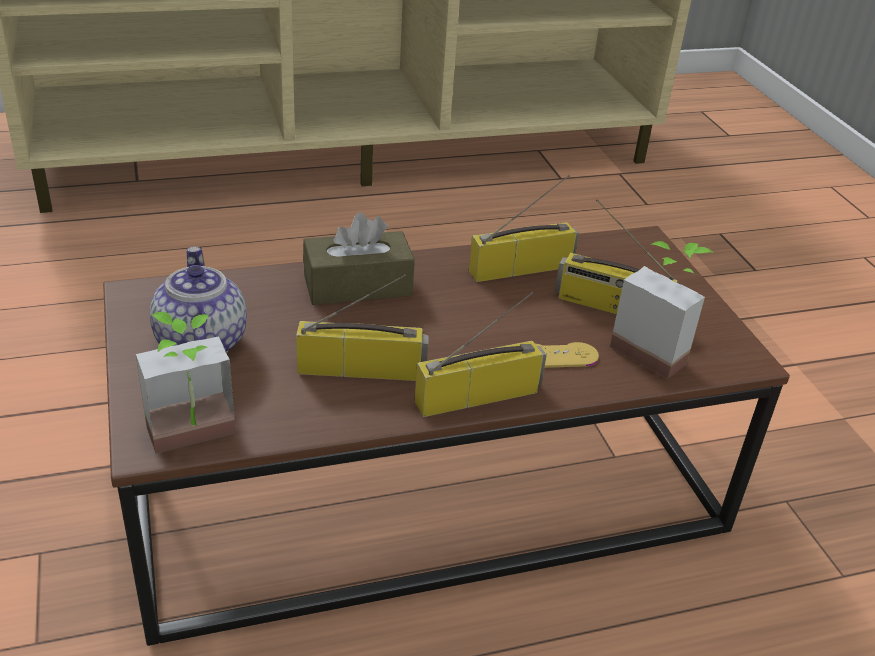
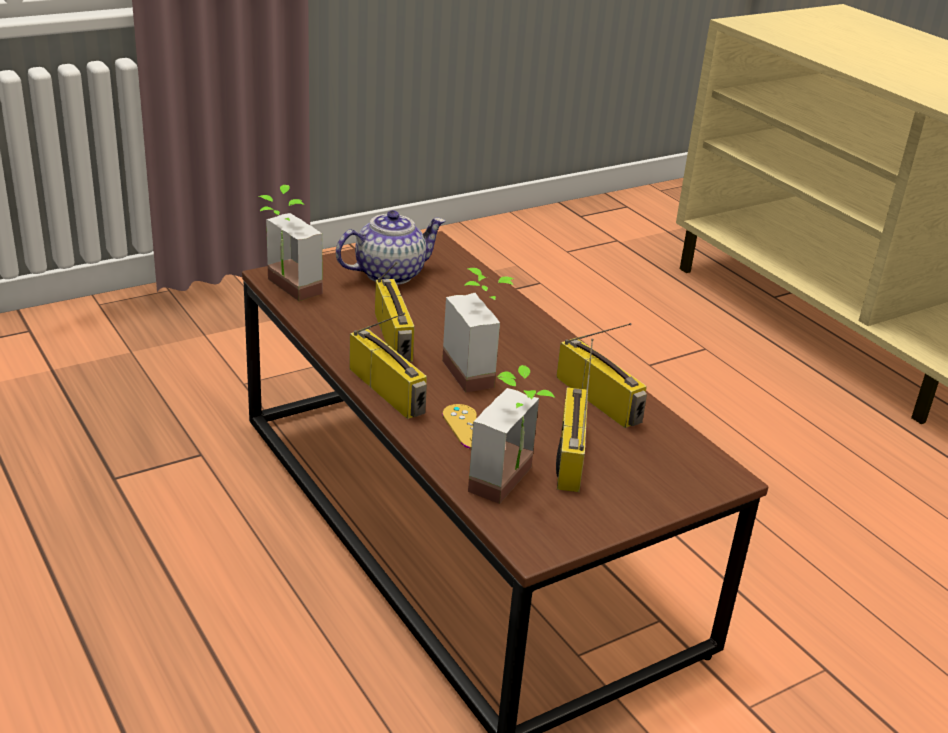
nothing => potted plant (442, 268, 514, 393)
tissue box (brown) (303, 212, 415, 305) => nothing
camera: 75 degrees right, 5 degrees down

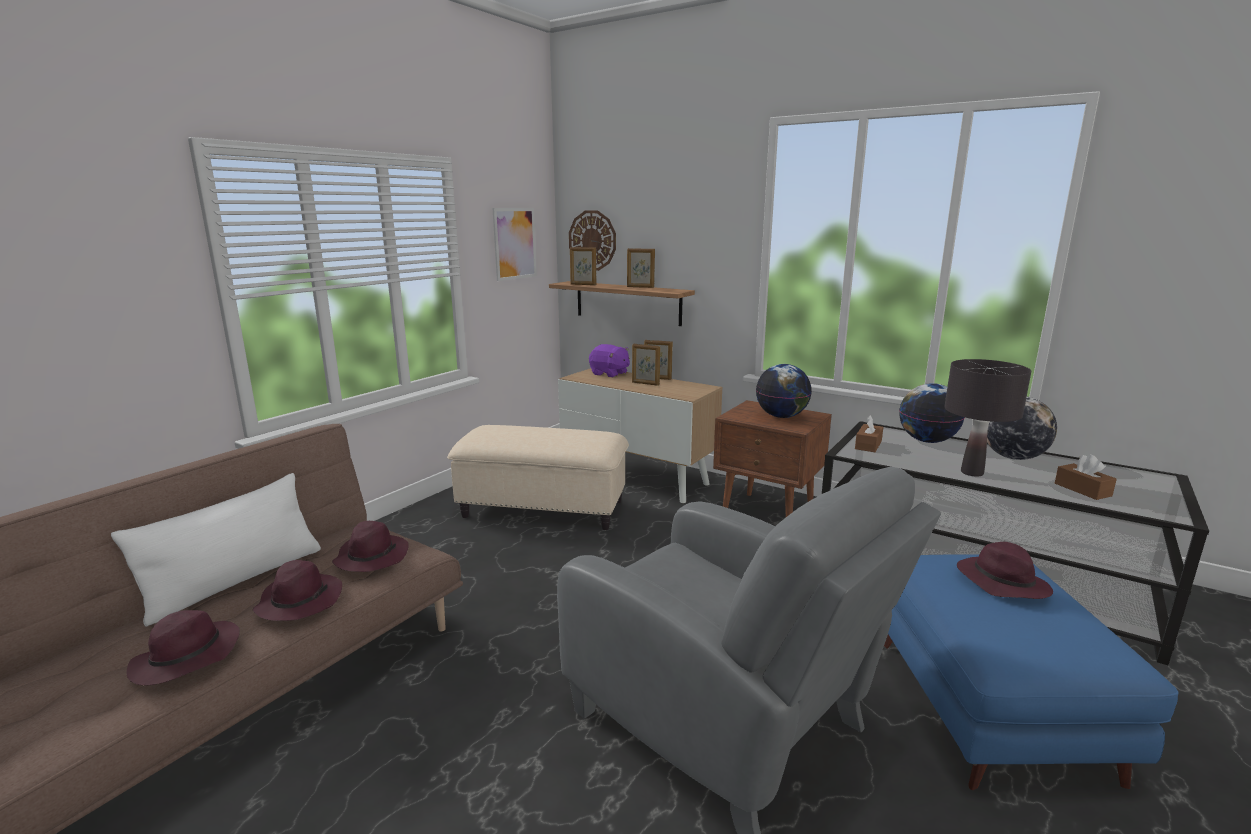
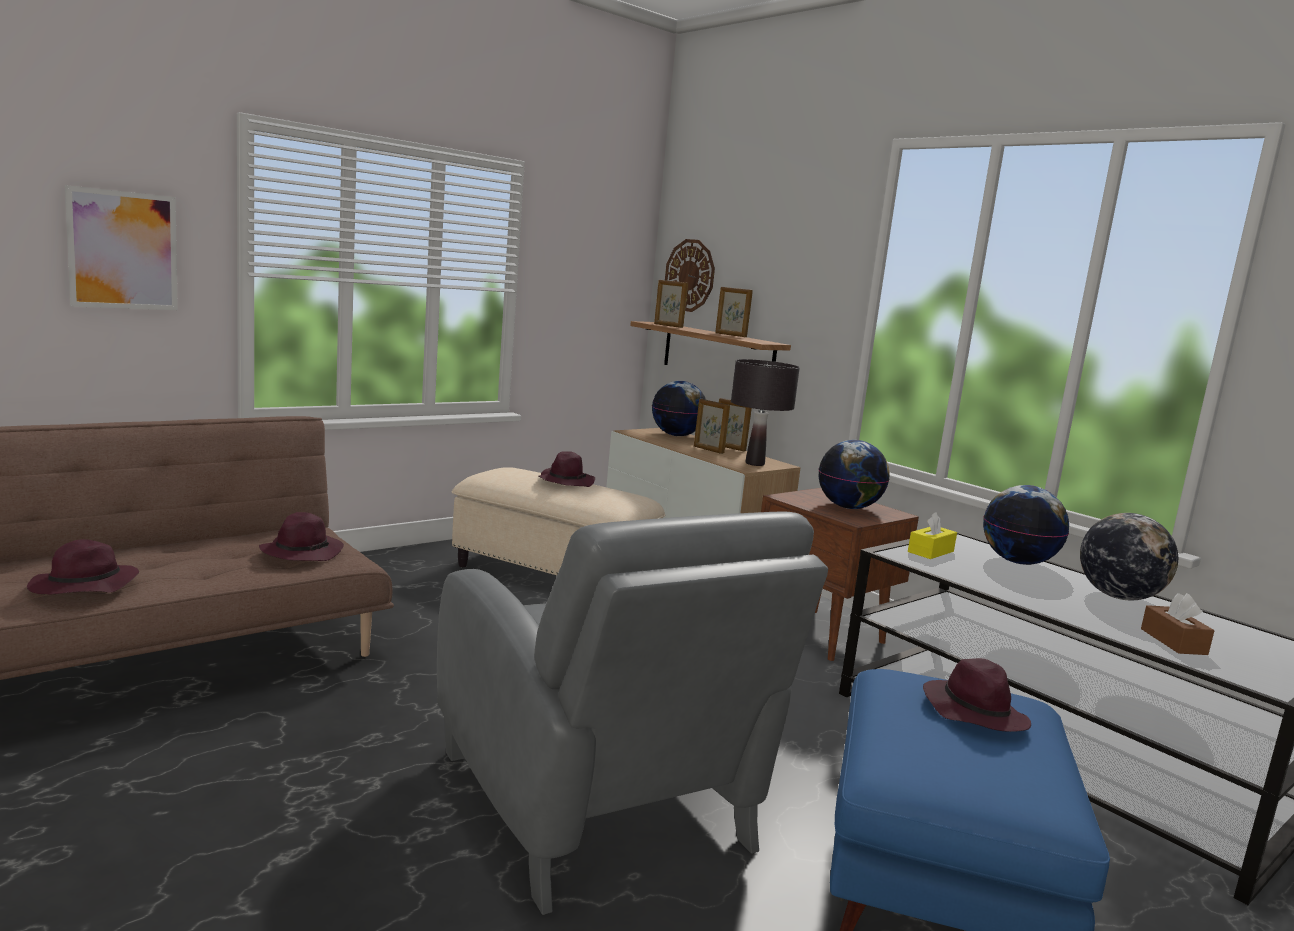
picture (493, 208, 537, 281) => picture (65, 185, 178, 310), relocated
hat (purple) (253, 560, 342, 621) => hat (purple) (538, 451, 595, 487), relocated
plush toy (purple) (589, 344, 630, 378) => globe (652, 381, 706, 436)
table lamp (black) (944, 359, 1031, 477) => table lamp (black) (731, 359, 800, 466), relocated
tissue box (brown) (855, 415, 883, 452) => tissue box (yellow) (908, 512, 957, 559)
pillow (white) (111, 473, 321, 627) => nothing
camera: 15 degrees right, 5 degrees down

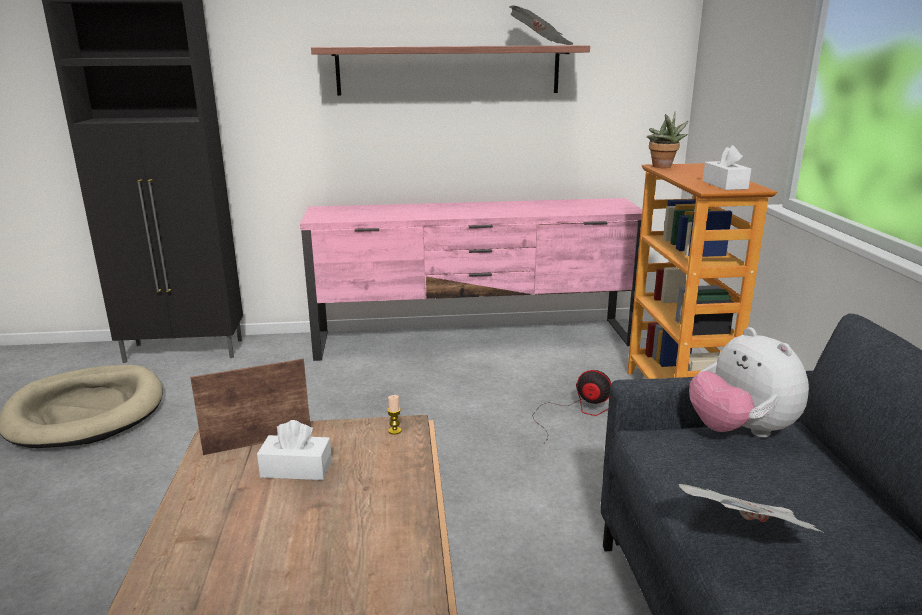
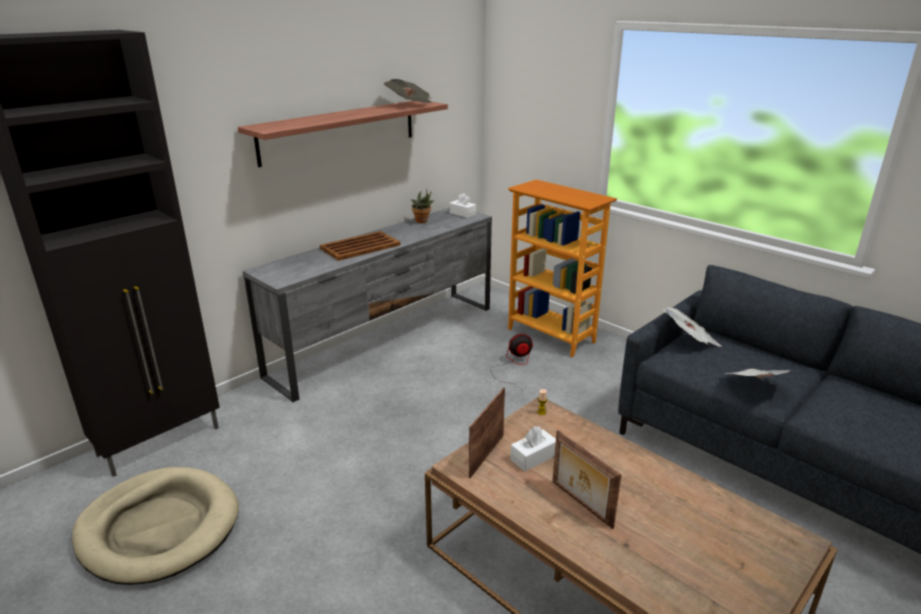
tv stand (pink) (300, 198, 642, 361) => tv stand (grey) (243, 208, 492, 402)
nothing => tray (brown) (320, 231, 401, 261)
potted plant (647, 112, 688, 168) => potted plant (411, 189, 434, 223), relocated
tissue box (white) (703, 145, 751, 190) => tissue box (white) (449, 193, 476, 218), relocated
nothing => picture frame (553, 430, 622, 529)
plush toy (689, 327, 809, 438) => newspaper (663, 307, 722, 347)
camera: 40 degrees left, 5 degrees up

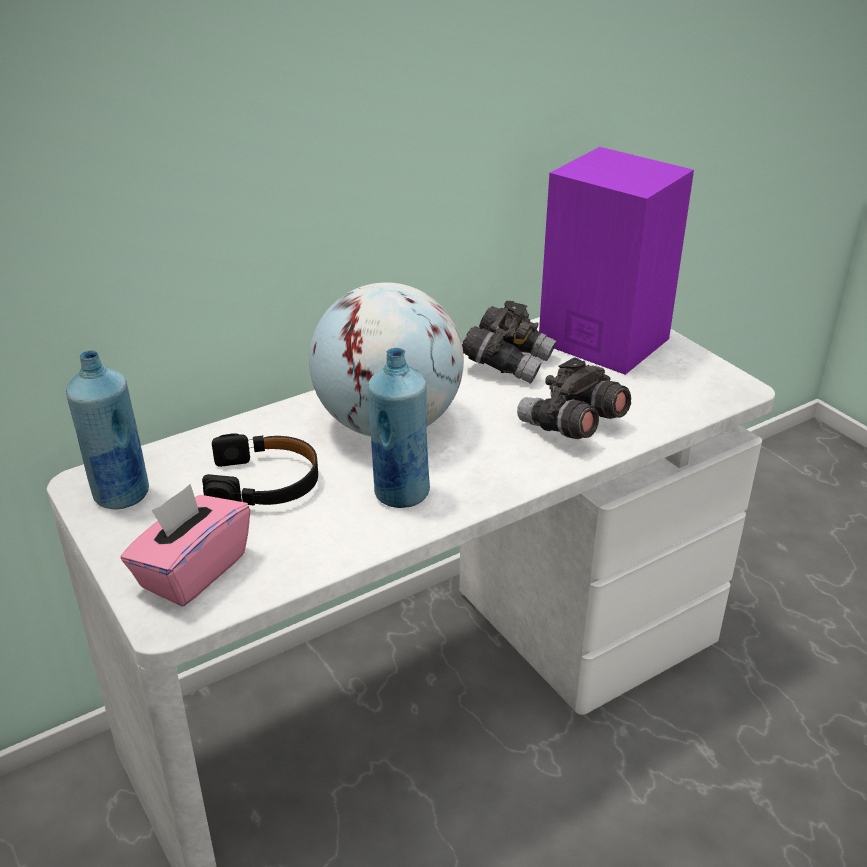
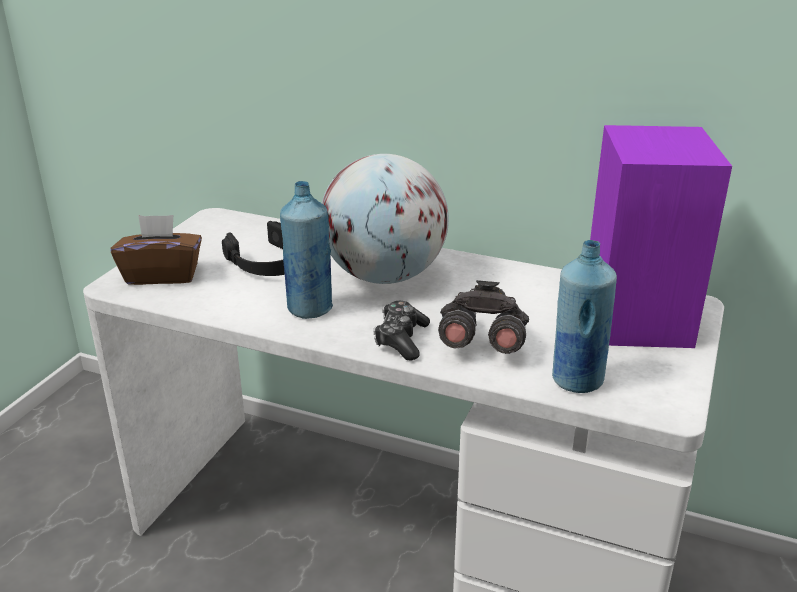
tissue box (pink) (121, 484, 251, 607) => tissue box (brown) (111, 215, 202, 285)
nothing => game controller (373, 301, 430, 361)
bottle (blue) (66, 350, 149, 510) => bottle (blue) (552, 240, 617, 393), relocated
binoculars (grey) (462, 301, 557, 384) => nothing
camera: 55 degrees right, 5 degrees down

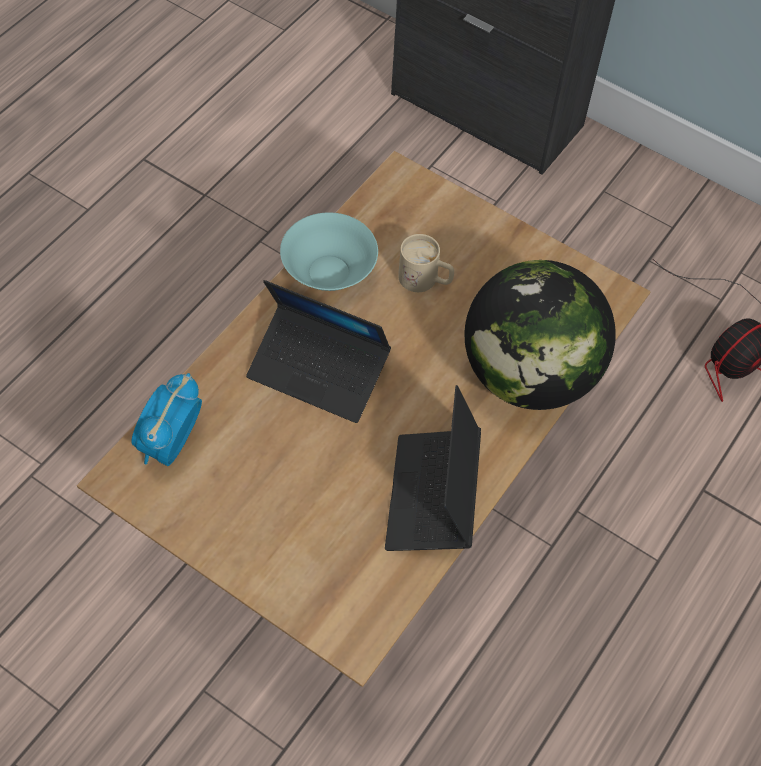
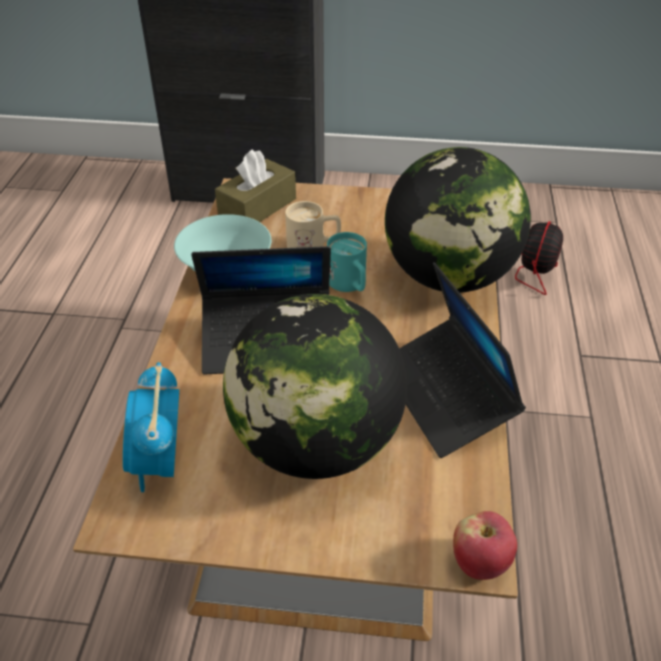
nothing => tissue box (brown) (215, 149, 296, 222)
nothing => globe (223, 294, 407, 479)
nothing => mug (turquoise) (327, 232, 367, 292)
nothing => apple (453, 511, 517, 580)
camera: 25 degrees left, 15 degrees down

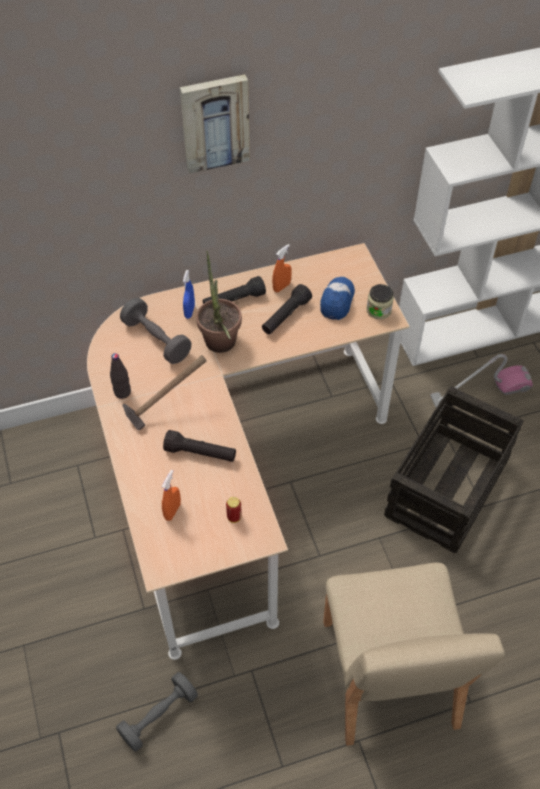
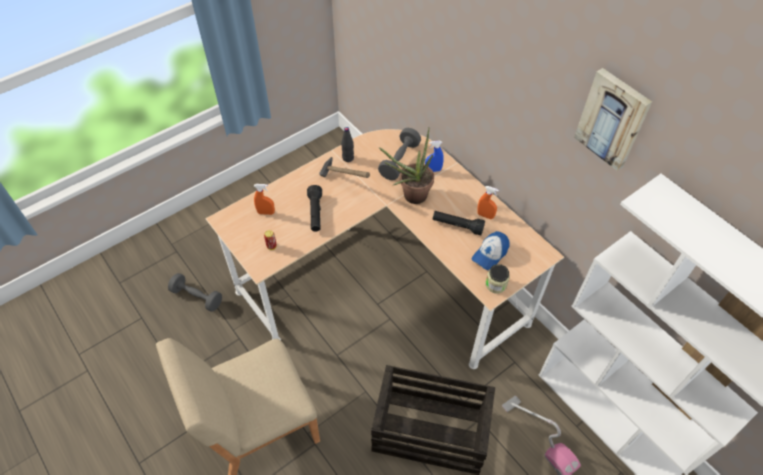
cap (320, 277, 355, 320) => cap (472, 231, 509, 270), 135 degrees clockwise
picture (180, 74, 250, 174) => picture (574, 68, 652, 171), relocated
flashlight (black) (203, 276, 266, 304) => nothing
camera: 70 degrees right, 0 degrees up

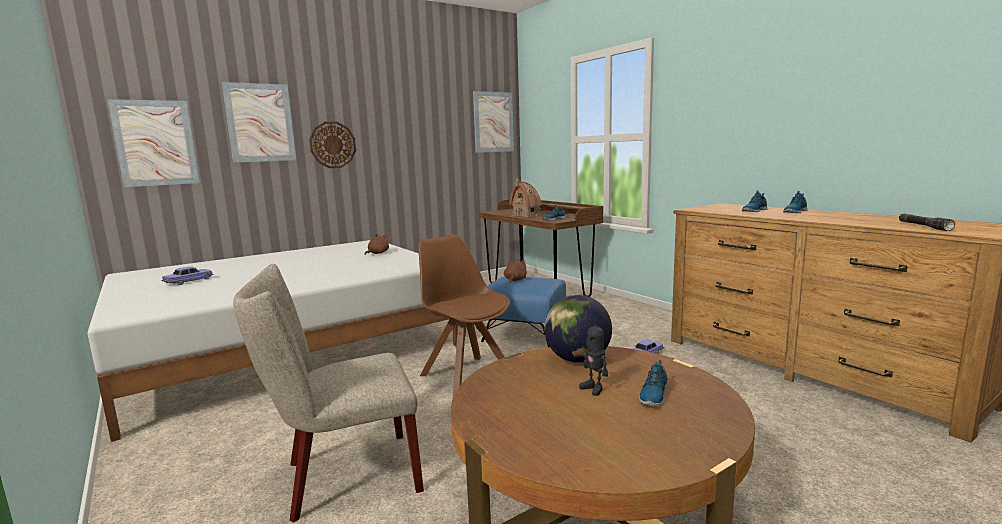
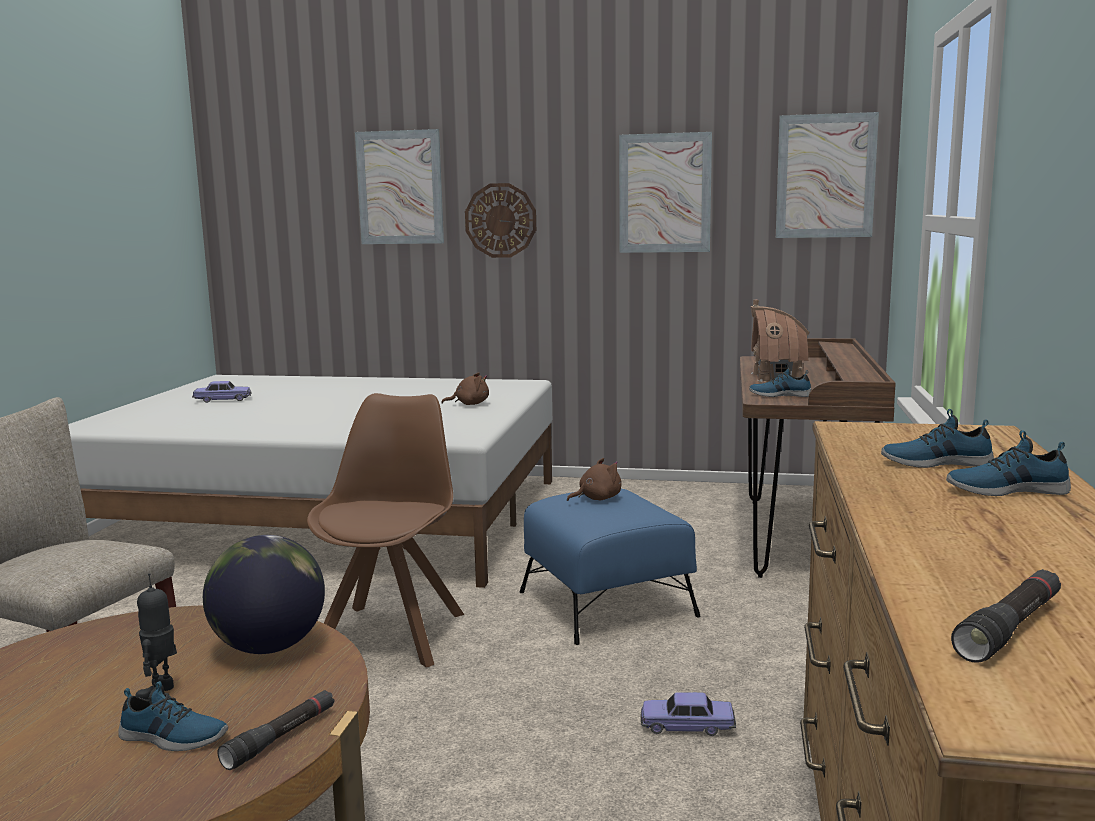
shoe (639, 360, 668, 406) => shoe (118, 681, 228, 751), 150 degrees counterclockwise
nothing => flashlight (black) (218, 690, 335, 770)
picture (107, 99, 200, 187) => picture (619, 132, 712, 253), relocated
camera: 45 degrees right, 0 degrees up

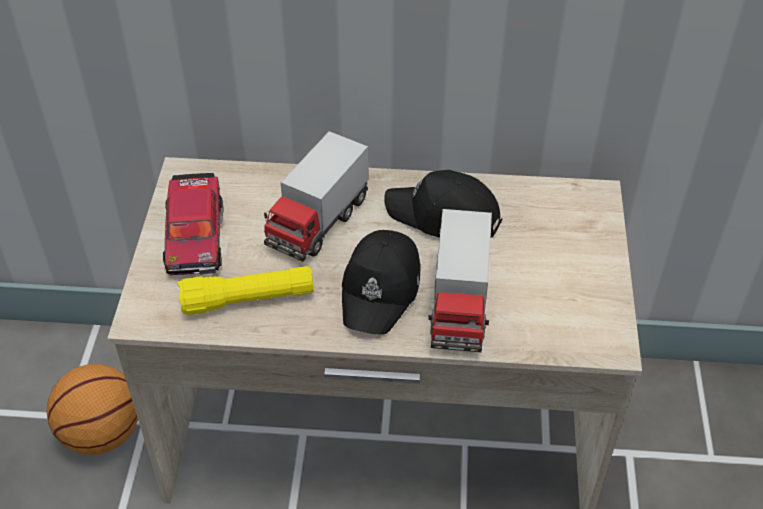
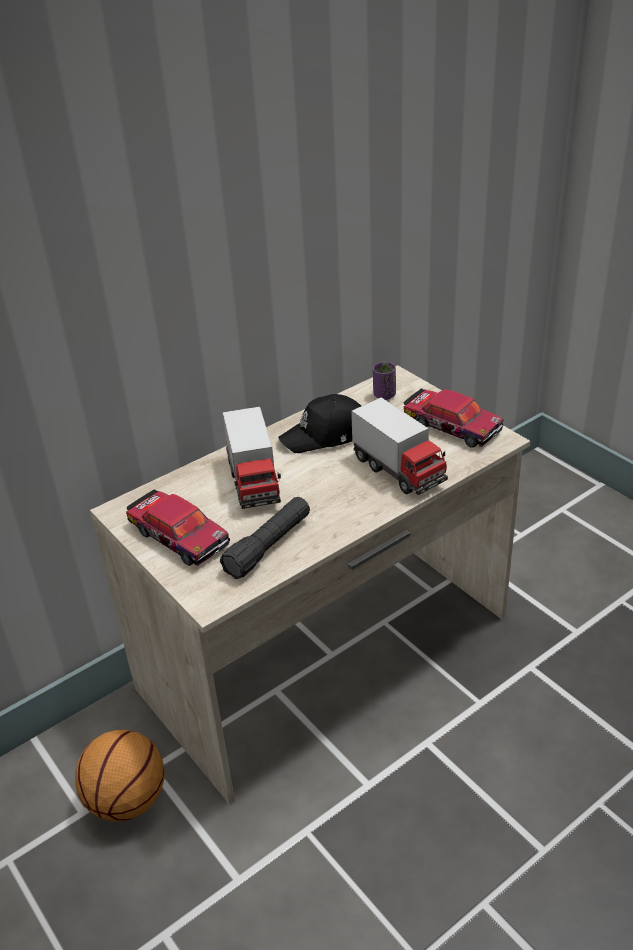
flashlight (yellow) (177, 266, 314, 315) => flashlight (black) (220, 497, 310, 579)
nothing => cup (purple) (373, 362, 396, 400)
nothing => toy car (403, 388, 503, 448)
cap (black) (342, 230, 421, 334) => nothing
camera: 40 degrees left, 10 degrees down

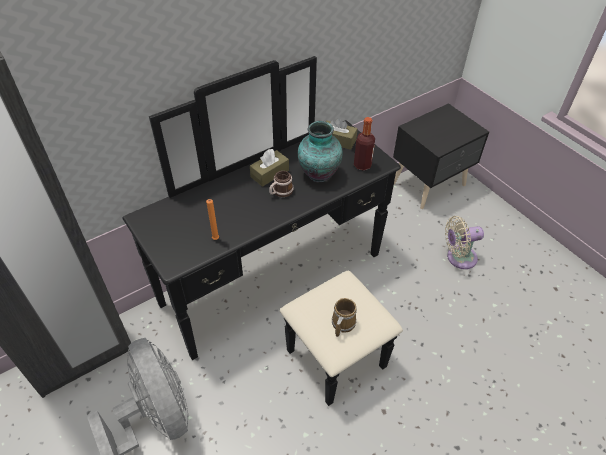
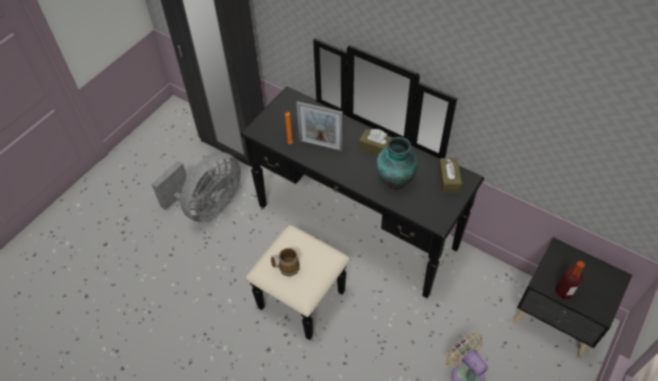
nothing => picture frame (296, 101, 343, 152)
bottle (354, 117, 375, 171) => bottle (555, 261, 585, 299), relocated
mug (269, 171, 294, 197) => nothing
camera: 70 degrees right, 5 degrees up

